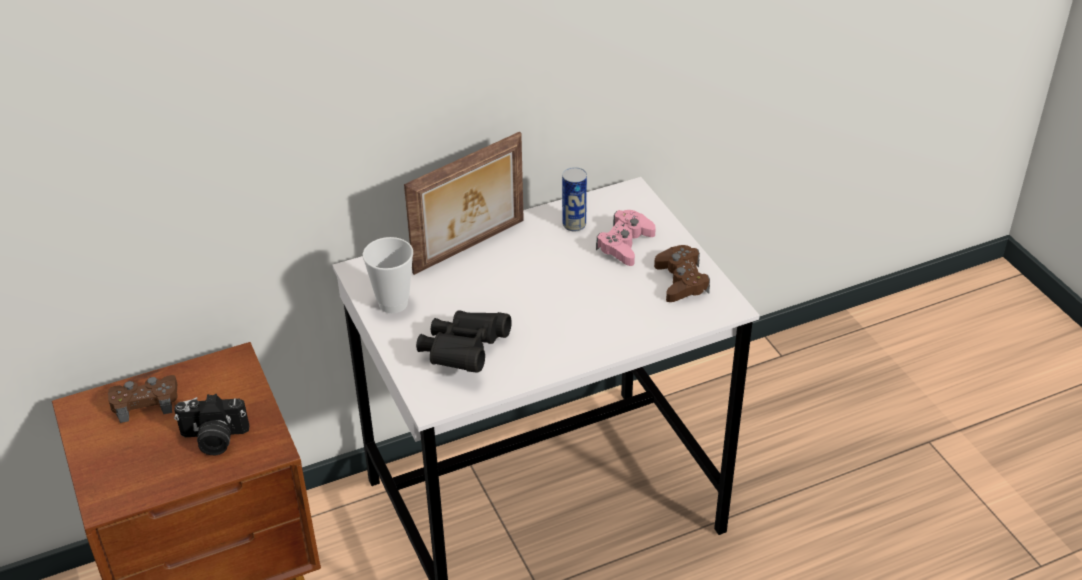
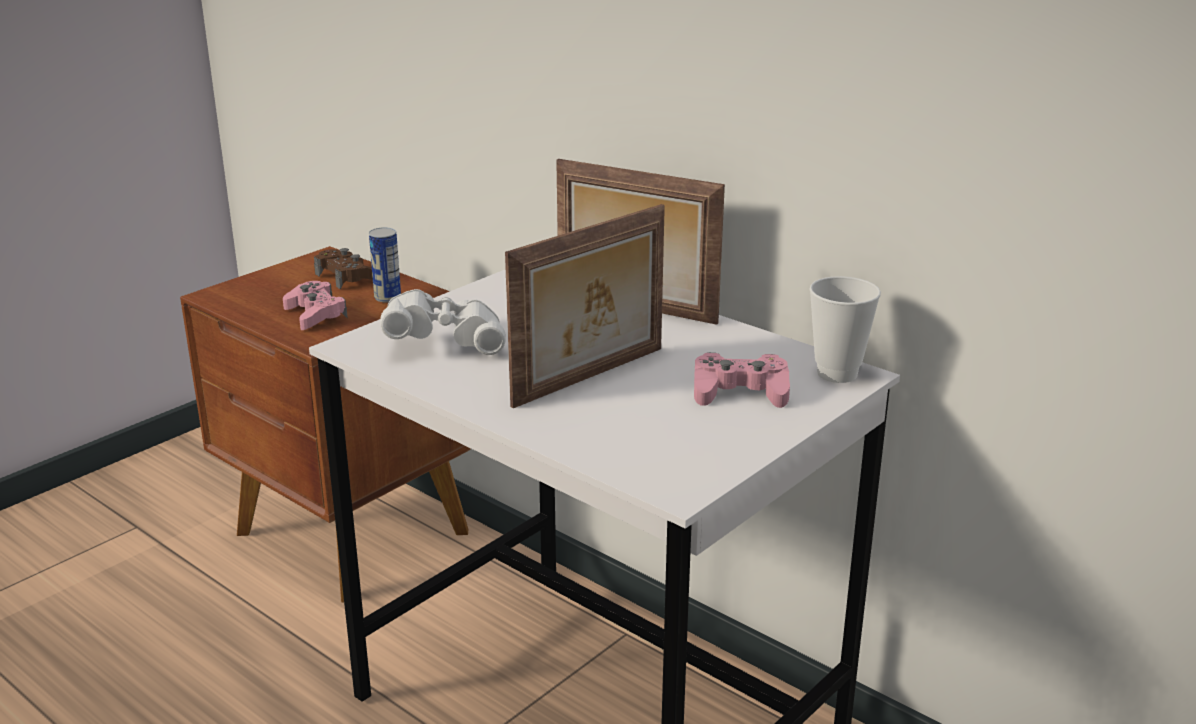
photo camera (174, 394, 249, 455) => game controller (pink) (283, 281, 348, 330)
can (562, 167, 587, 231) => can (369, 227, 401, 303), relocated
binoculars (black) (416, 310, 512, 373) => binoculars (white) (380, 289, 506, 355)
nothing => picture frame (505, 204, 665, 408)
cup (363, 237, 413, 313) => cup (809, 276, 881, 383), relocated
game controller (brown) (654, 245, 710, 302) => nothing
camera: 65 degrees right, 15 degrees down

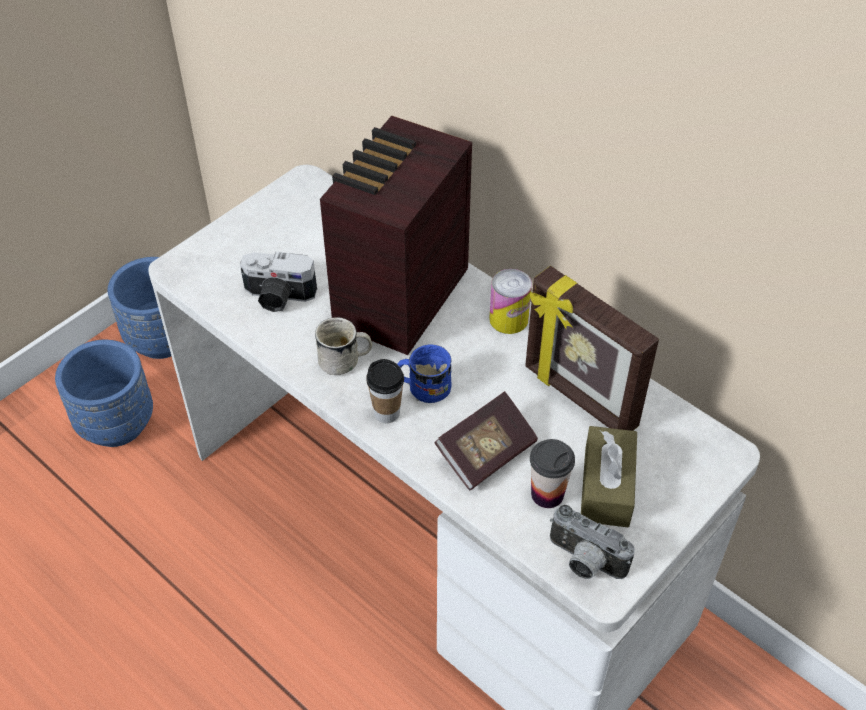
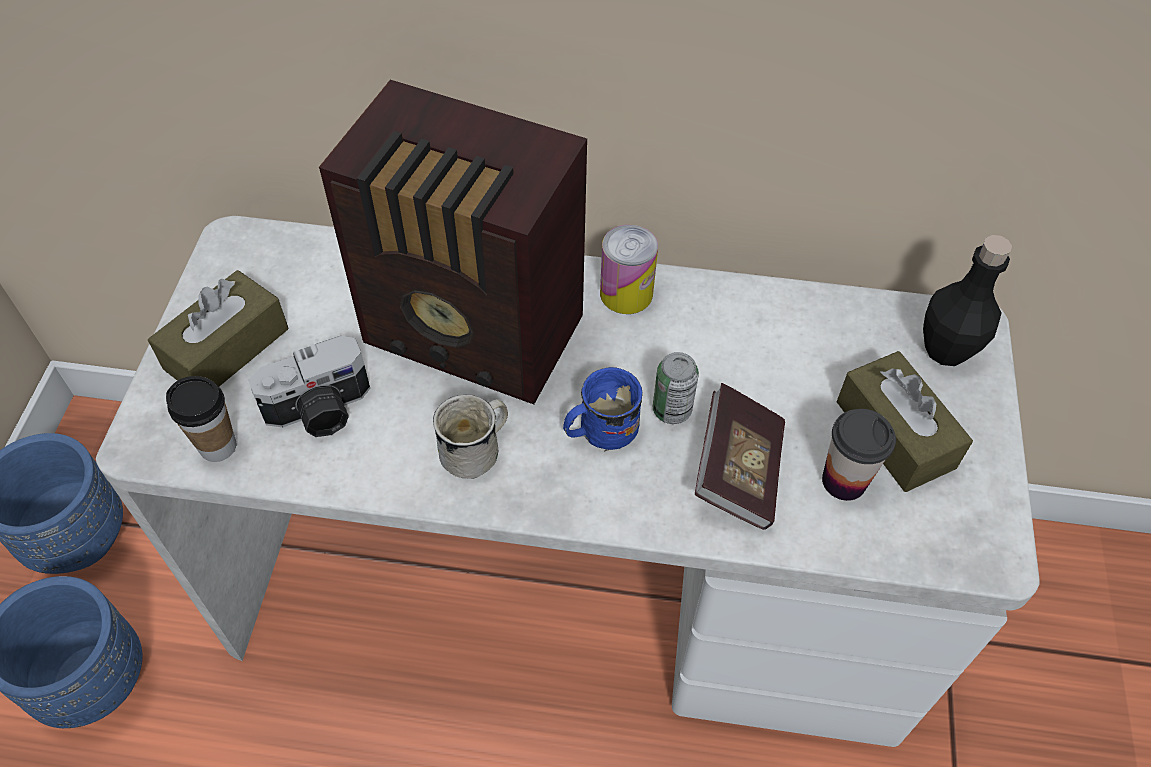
nothing => tissue box (brown) (148, 270, 288, 386)
cup (366, 359, 404, 423) => cup (166, 376, 236, 462), relocated
radio (319, 116, 472, 355) => radio (319, 80, 587, 404), 60 degrees counterclockwise
nothing => can (653, 352, 699, 424)
nothing => bottle (black) (923, 235, 1012, 366)
picture frame (525, 266, 659, 431) => nothing
photo camera (550, 505, 635, 579) => nothing
camera: 35 degrees left, 5 degrees up

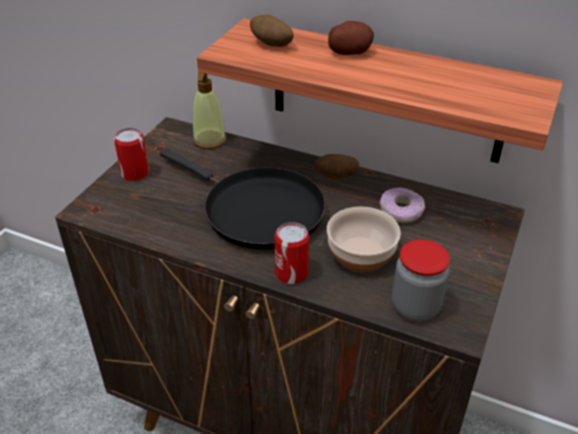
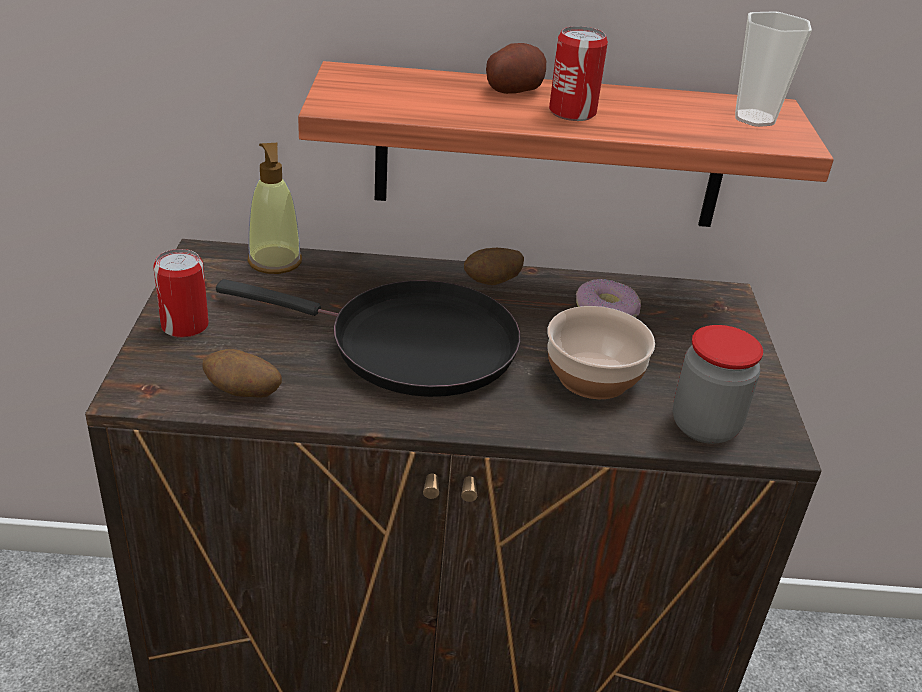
potato (250, 15, 294, 47) => potato (203, 349, 282, 398), relocated
can (275, 222, 309, 284) => can (549, 26, 608, 121), relocated
nothing => cup (735, 11, 812, 127)
camera: 25 degrees left, 5 degrees down

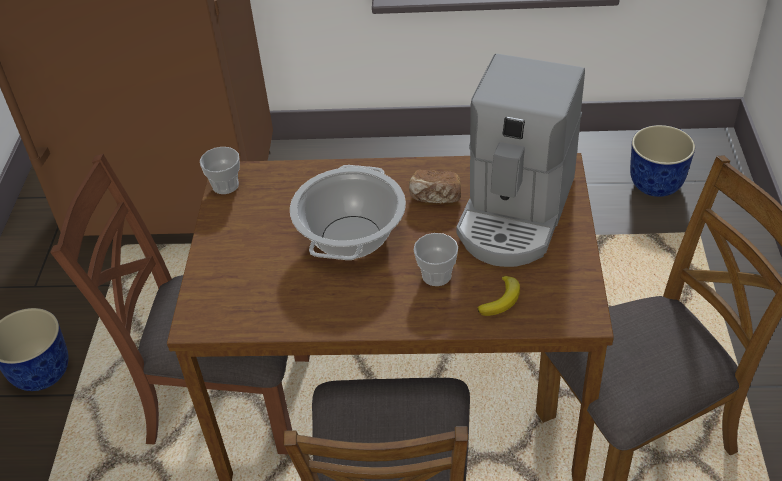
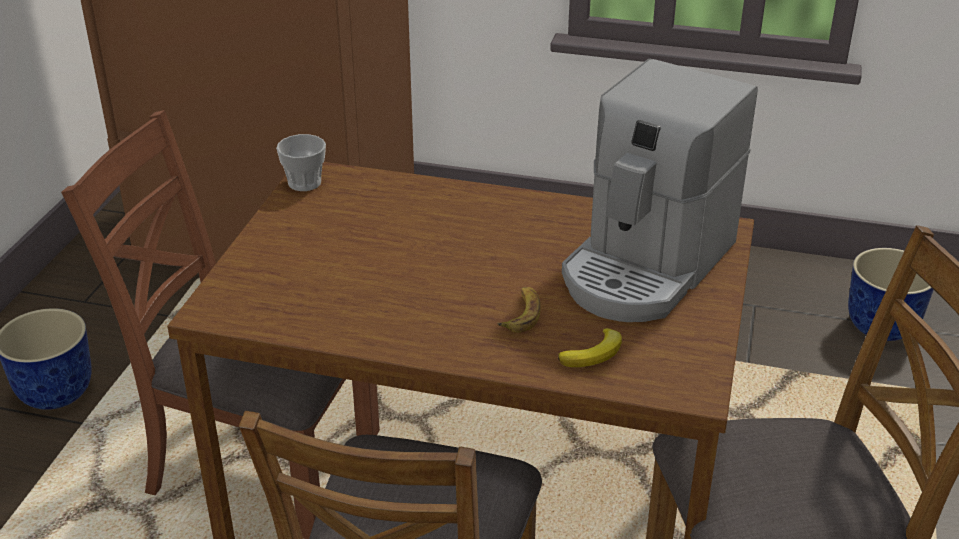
cup (414, 233, 458, 286) => banana (497, 287, 541, 333)
cooking pot (290, 165, 406, 260) => nothing
bread (409, 170, 461, 204) => nothing
camera: 10 degrees right, 10 degrees down

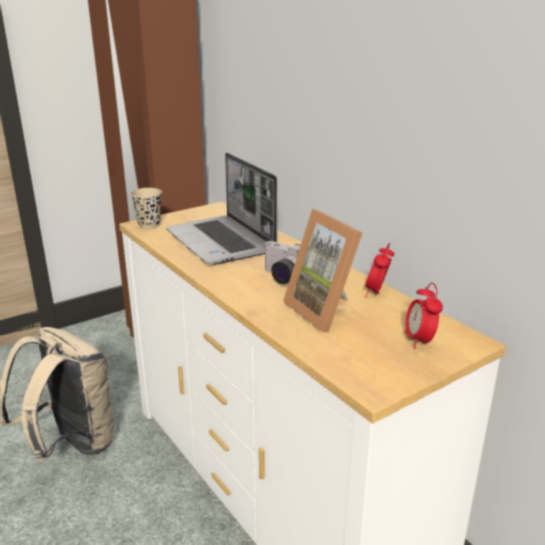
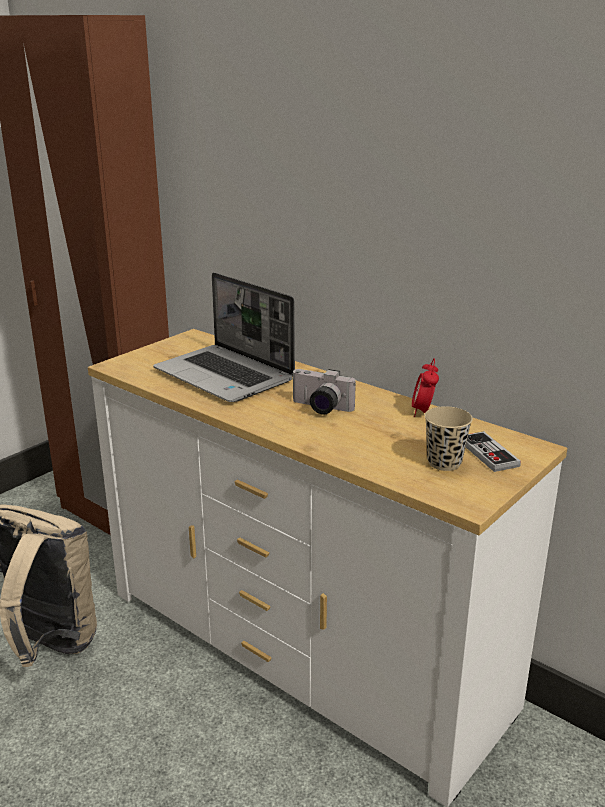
cup (beige) (131, 188, 162, 228) => cup (beige) (425, 406, 473, 471), relocated
alarm clock (405, 283, 443, 349) => game controller (466, 431, 521, 472)
picture frame (283, 209, 362, 332) => nothing
camera: 15 degrees left, 0 degrees up

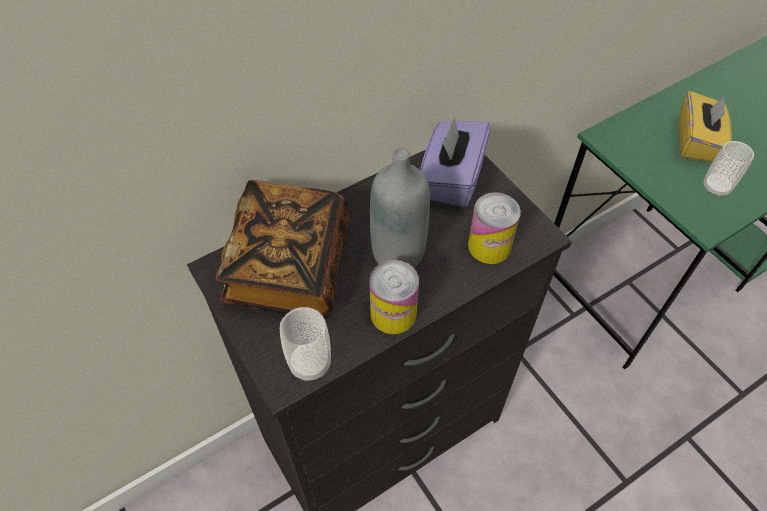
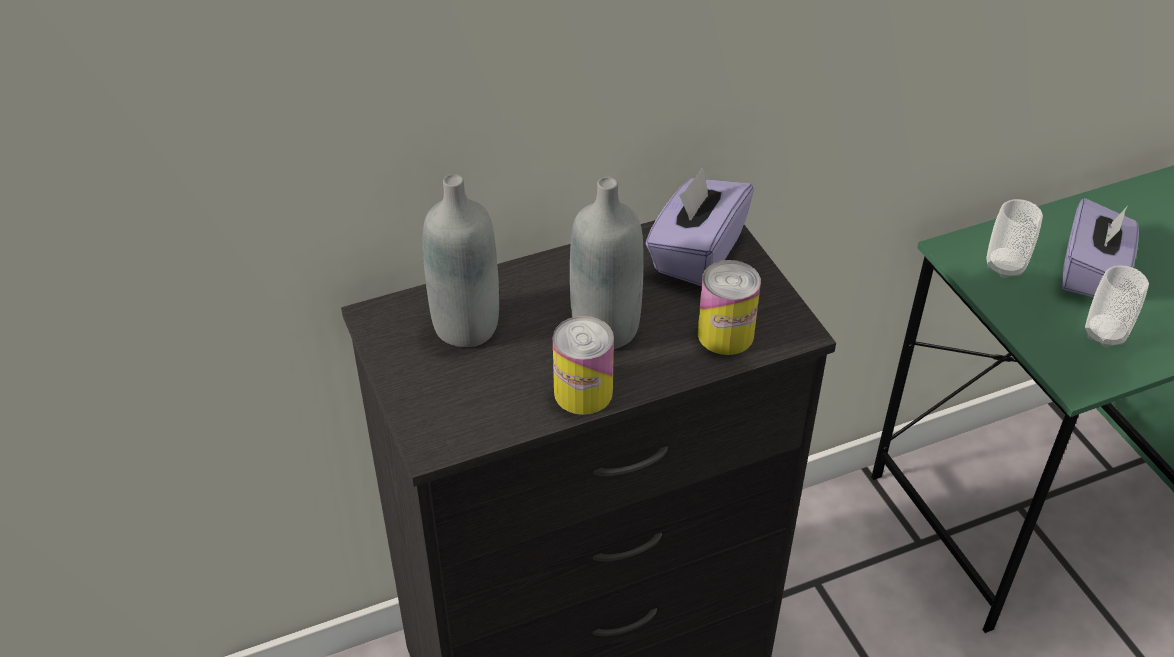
book (216, 180, 349, 318) => bottle (grey) (423, 174, 499, 347)
cup (280, 307, 331, 381) => cup (987, 199, 1043, 278), relocated
tissue box (yellow) (679, 91, 732, 162) => tissue box (purple) (1062, 198, 1139, 297)
camera: 10 degrees right, 10 degrees down

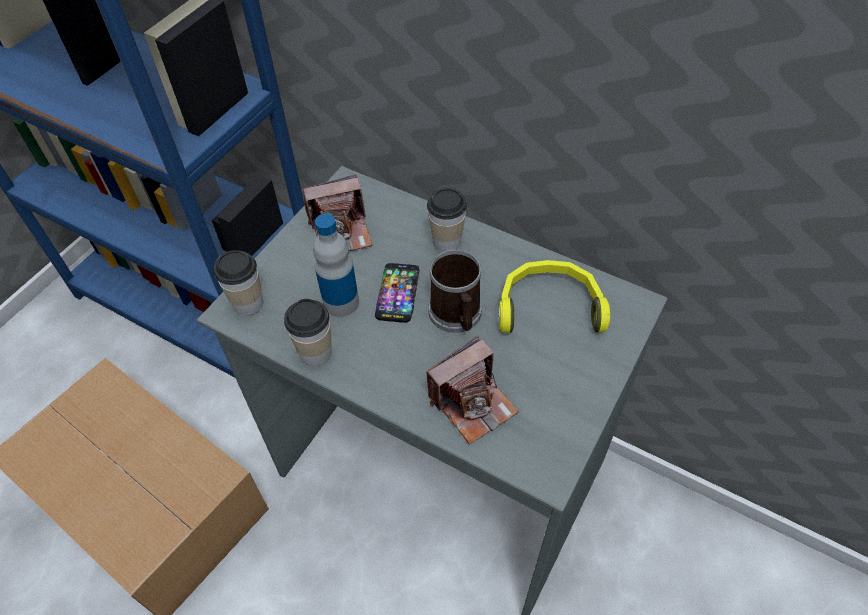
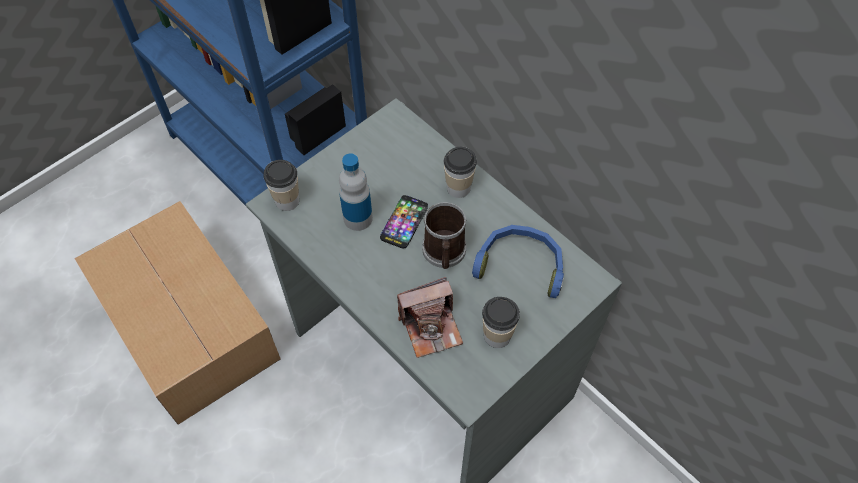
headphones (yellow) (498, 260, 610, 333) => headphones (blue) (472, 225, 564, 298)
cup (284, 299, 332, 366) => cup (482, 297, 520, 348), relocated
photo camera (303, 174, 372, 251) => nothing
camera: 15 degrees right, 5 degrees up

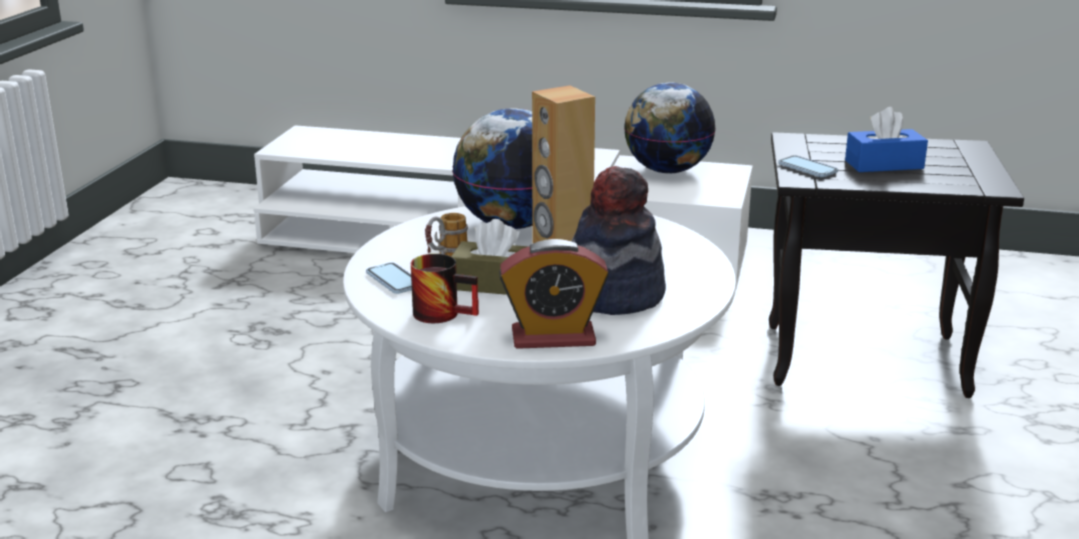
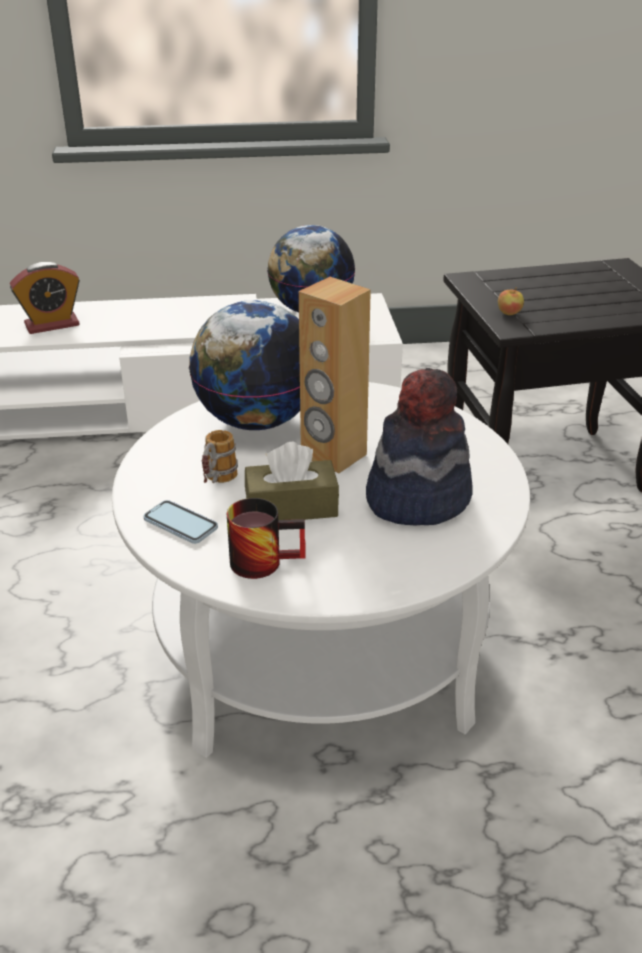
alarm clock (499, 239, 609, 349) => alarm clock (10, 262, 80, 334), relocated
phone (778, 155, 838, 177) => apple (498, 287, 524, 315)
tissue box (blue) (845, 107, 928, 172) => nothing
camera: 20 degrees left, 10 degrees up

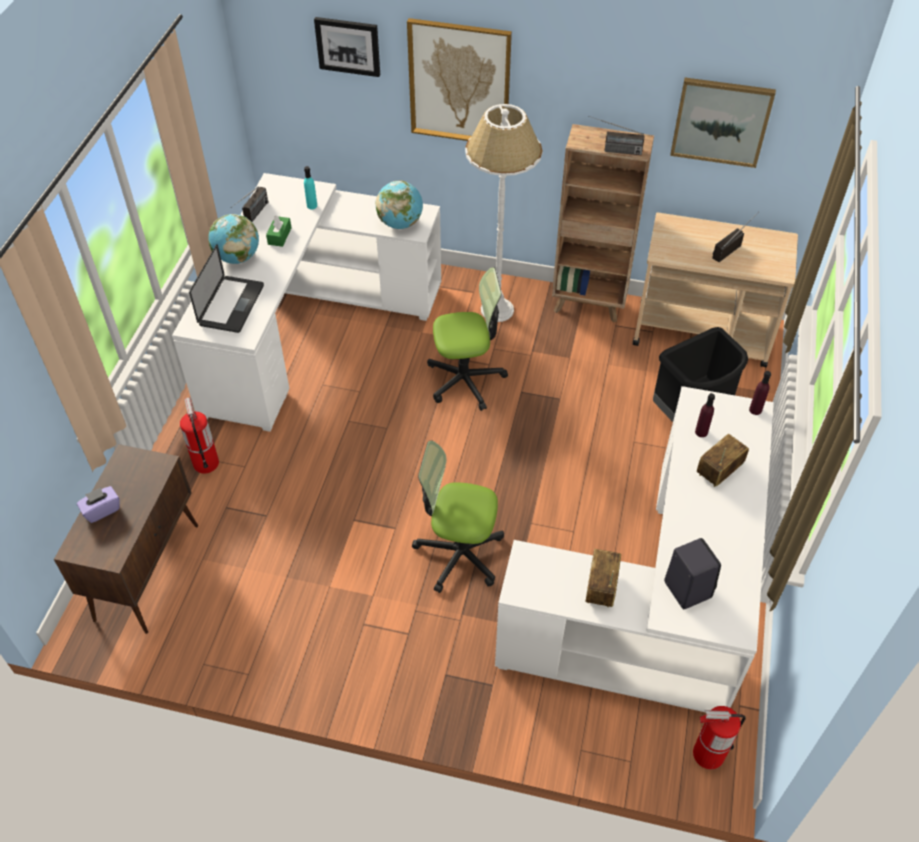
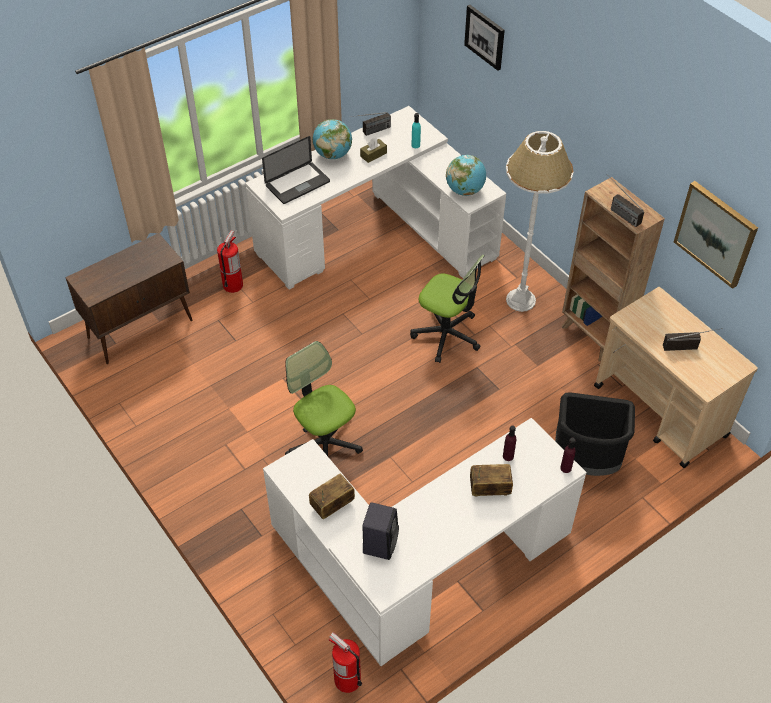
tissue box (green) (266, 215, 291, 247) => tissue box (brown) (360, 138, 387, 163)
tissue box (purple) (77, 486, 120, 523) => nothing
picture (407, 18, 512, 141) => nothing
camera: 40 degrees right, 0 degrees up

